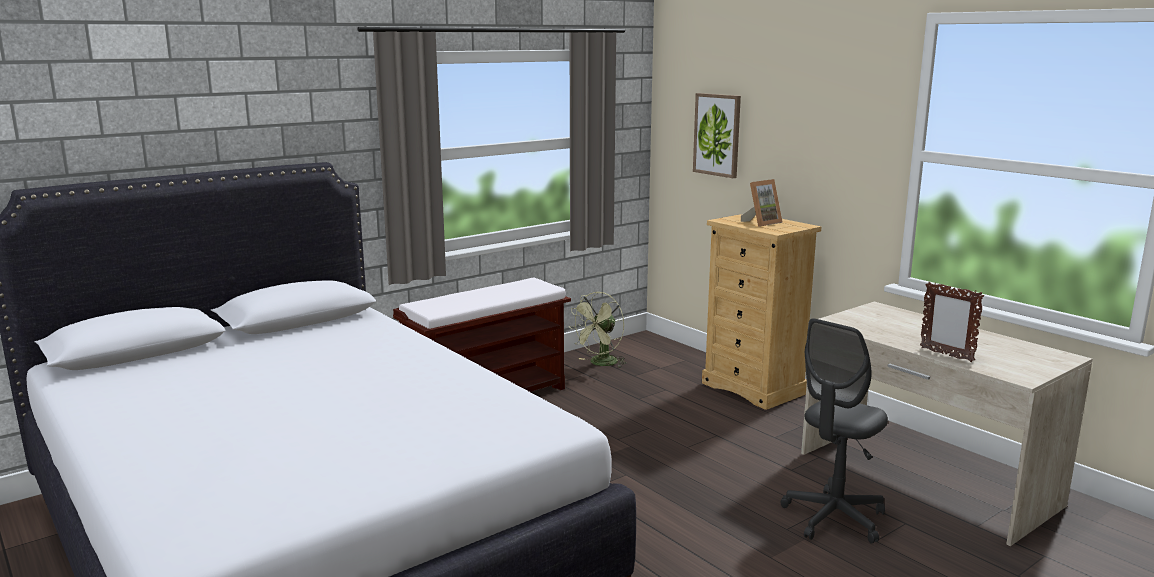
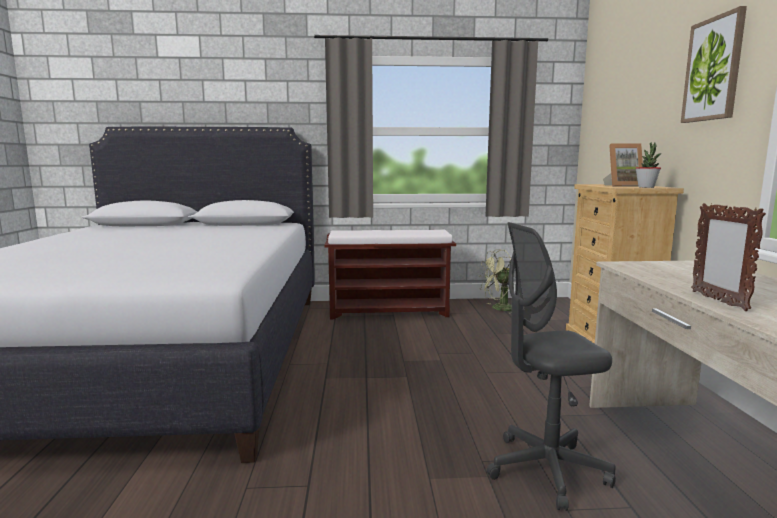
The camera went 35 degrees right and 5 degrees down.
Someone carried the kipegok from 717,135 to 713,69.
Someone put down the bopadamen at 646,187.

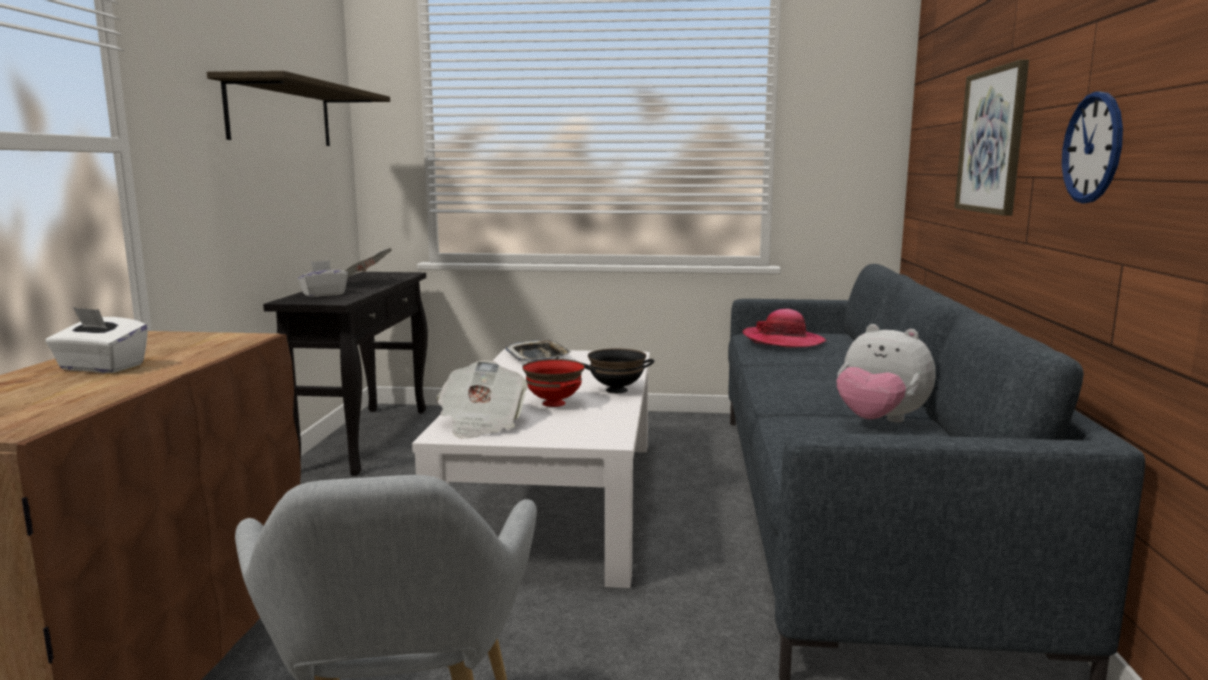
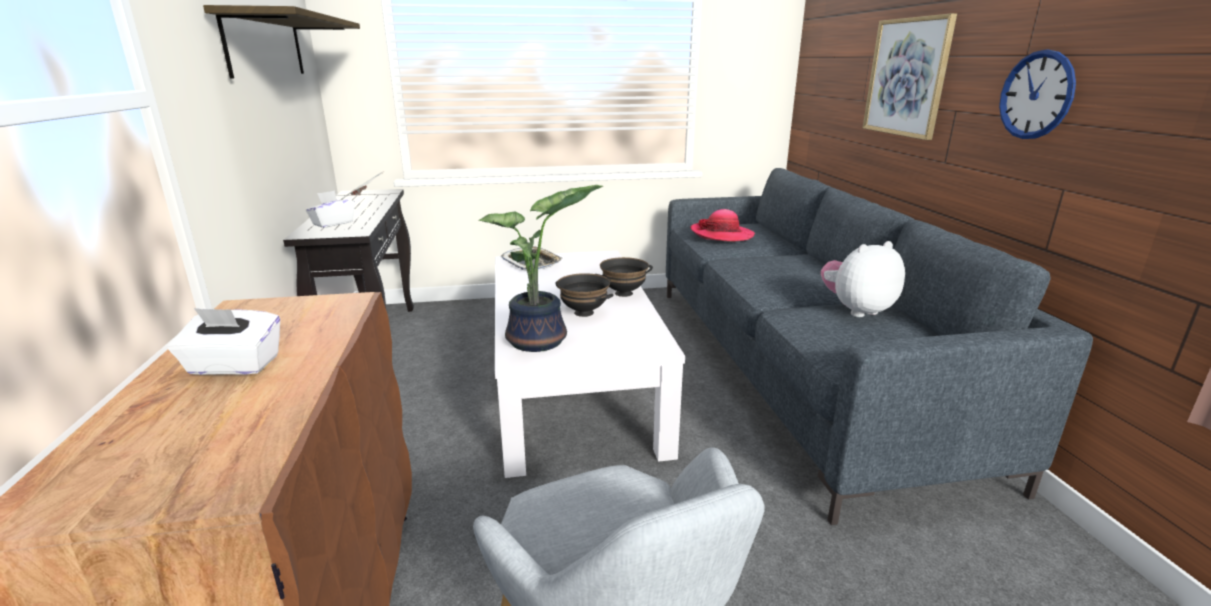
The camera went 15 degrees left and 10 degrees up.
Someone rotated the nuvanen at 879,421 by 135 degrees clockwise.
Someone repainted the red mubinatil at 553,403, which became the black mubinatil at 583,313.
Someone swapped the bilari at 481,423 for the bopadamen at 540,342.

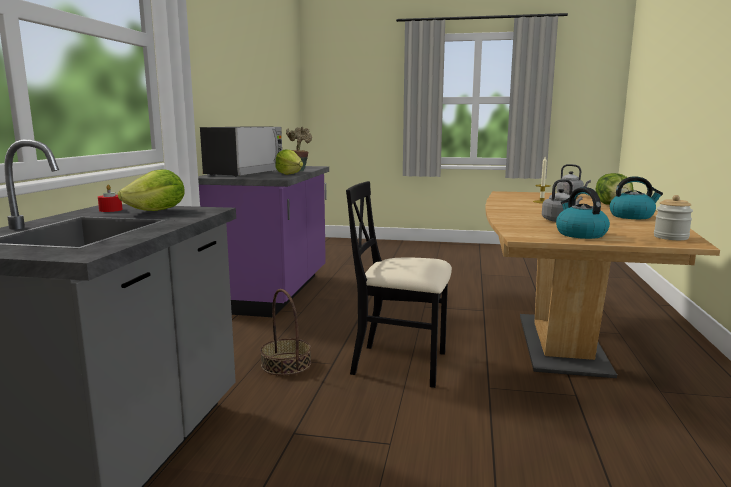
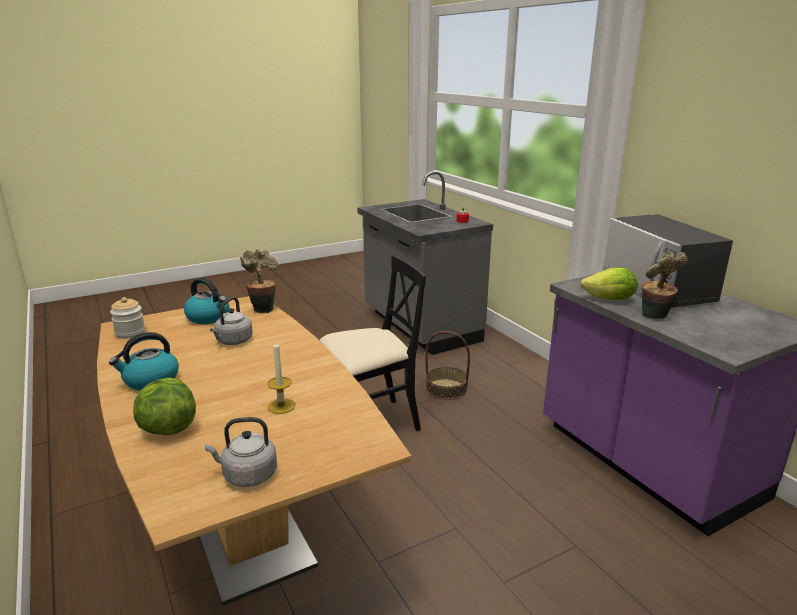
The camera went 140 degrees right and 10 degrees up.
Someone took away the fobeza at 157,211.
Someone put down the bopadamen at 263,308.

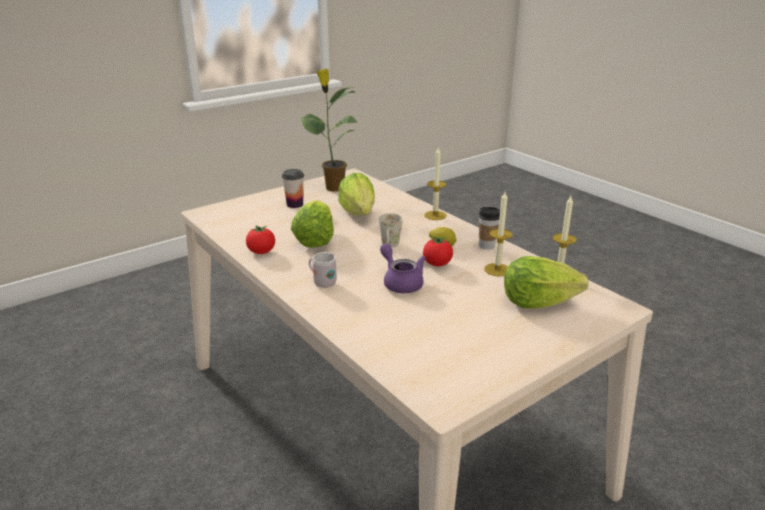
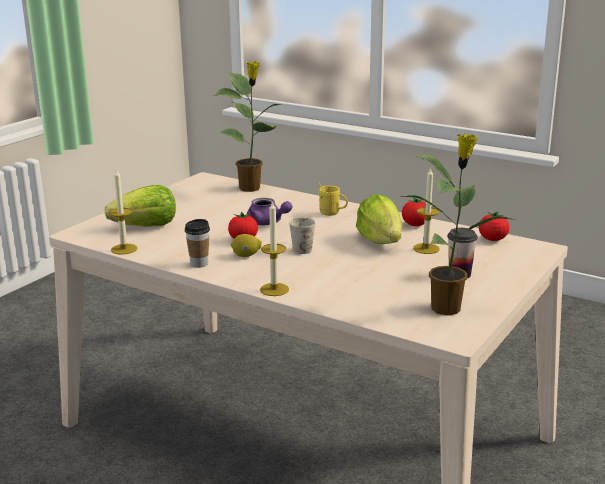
The camera went 160 degrees right and 5 degrees down.
Someone took away the fobeza at 358,213.
Someone carried the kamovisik from 497,270 to 426,248.
Someone repainted the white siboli at 322,282, which became the yellow siboli at 332,214.
Someone put down the bopadamen at 251,188.
Someone put down the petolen at 493,239.

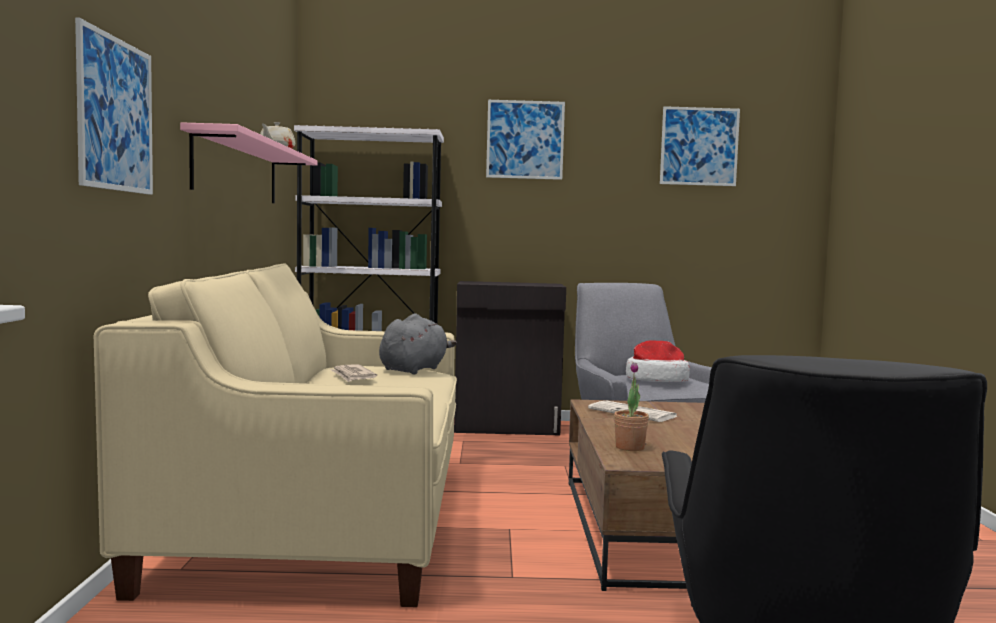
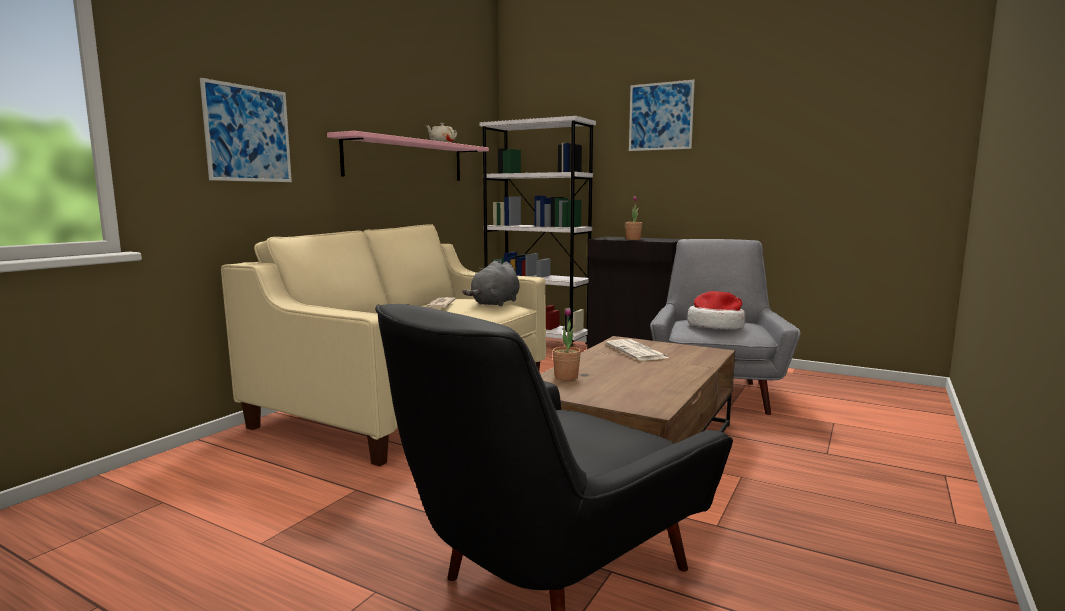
The camera went 30 degrees right and 5 degrees up.
Someone took away the kipegok at 699,146.
Someone rotated the grey nuvanen at 414,369 by 150 degrees clockwise.
Someone put down the bopadamen at 633,239.

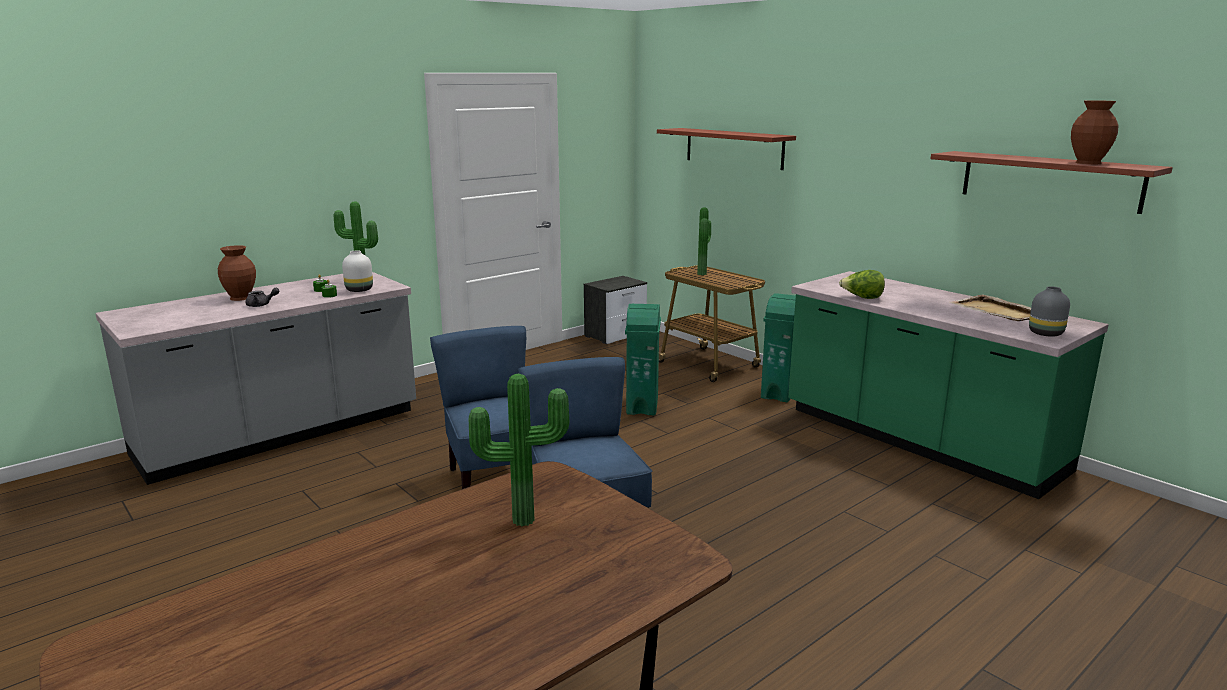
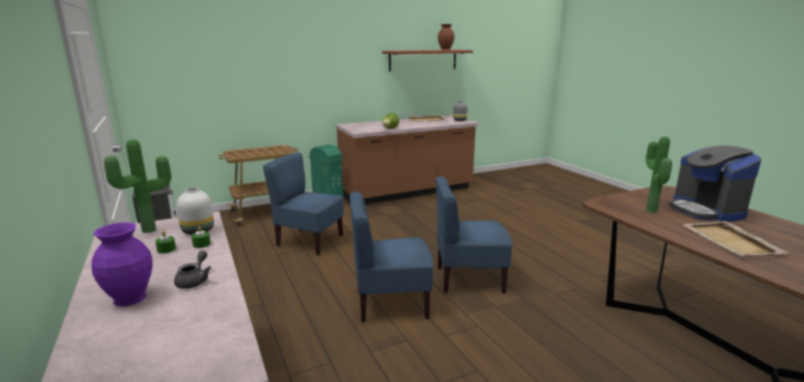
The camera went 75 degrees left and 0 degrees up.
Someone took away the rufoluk at 733,148.
Someone took away the bopadamen at 703,274.
Someone repainted the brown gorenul at 240,297, which became the purple gorenul at 128,298.
Someone repainted the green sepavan at 919,440, which became the brown sepavan at 407,192.
Someone swapped the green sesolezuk at 642,406 for the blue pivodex at 309,241.
Someone put down the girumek at 706,211.
Someone put down the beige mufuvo at 731,241.

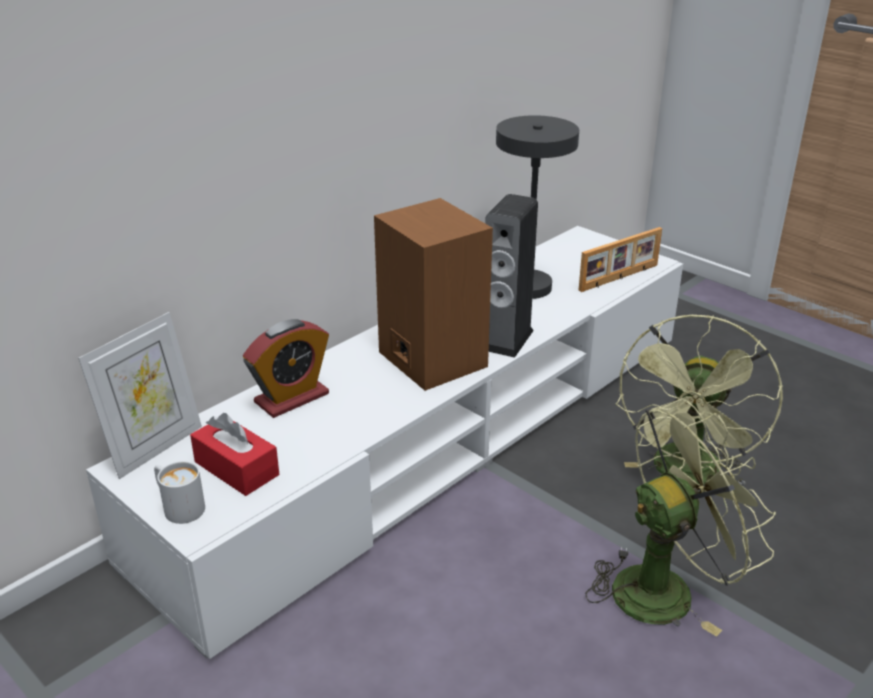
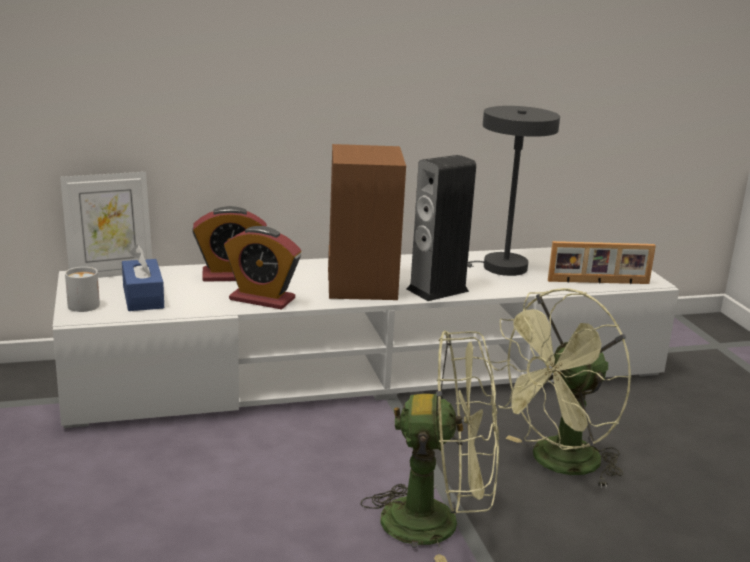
The camera went 30 degrees right and 10 degrees down.
Someone repainted the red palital at 236,468, which became the blue palital at 143,297.
Someone put down the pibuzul at 262,299.

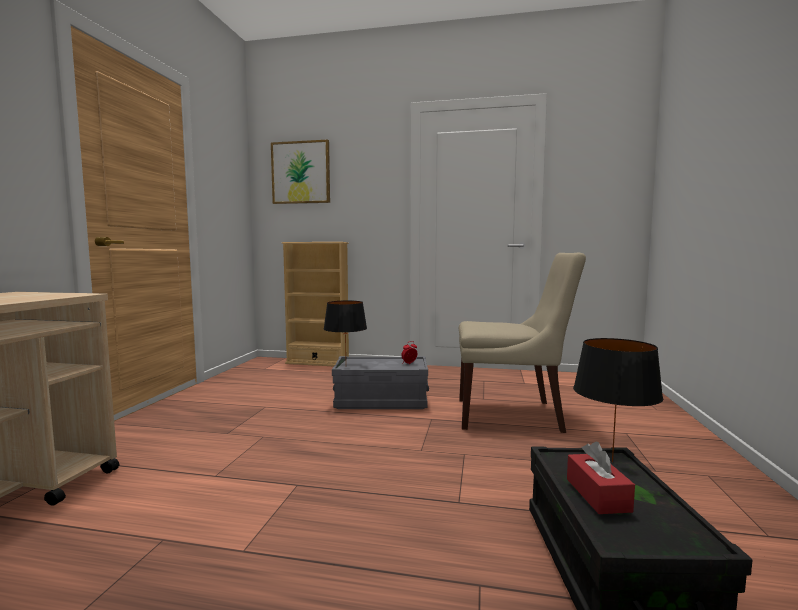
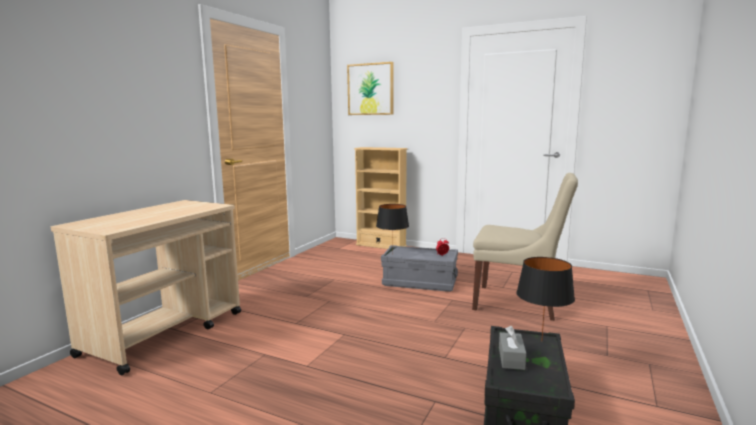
The camera went 15 degrees right and 5 degrees up.
Someone repainted the red palital at 597,495, which became the grey palital at 511,358.

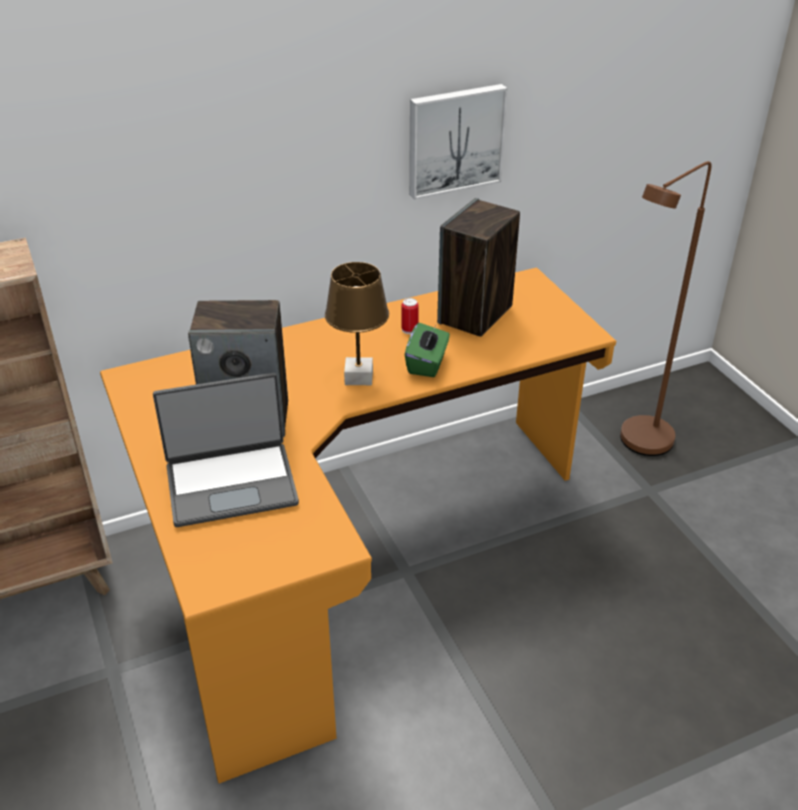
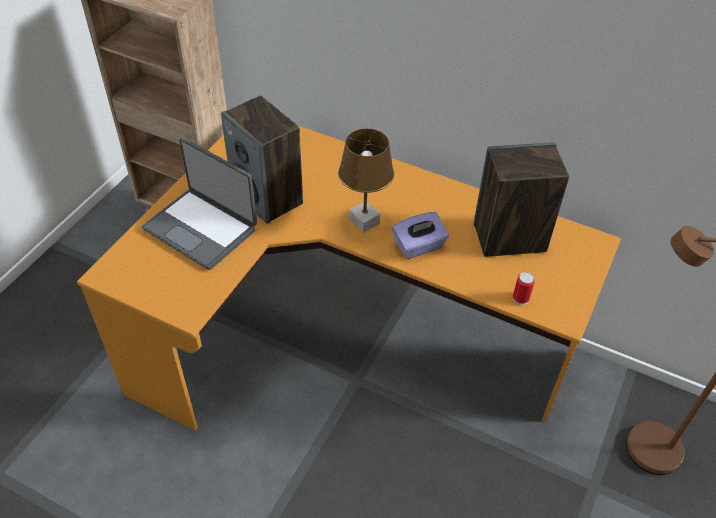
The camera went 50 degrees right and 10 degrees up.
Someone took away the kipegok at 454,140.
Someone carried the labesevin from 409,329 to 520,298.
Someone repainted the green palital at 427,363, which became the purple palital at 419,246.

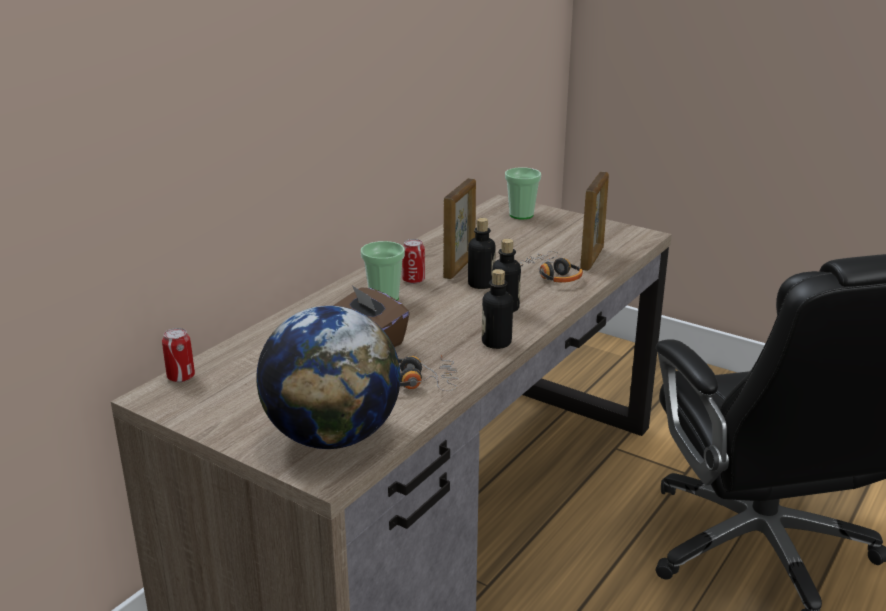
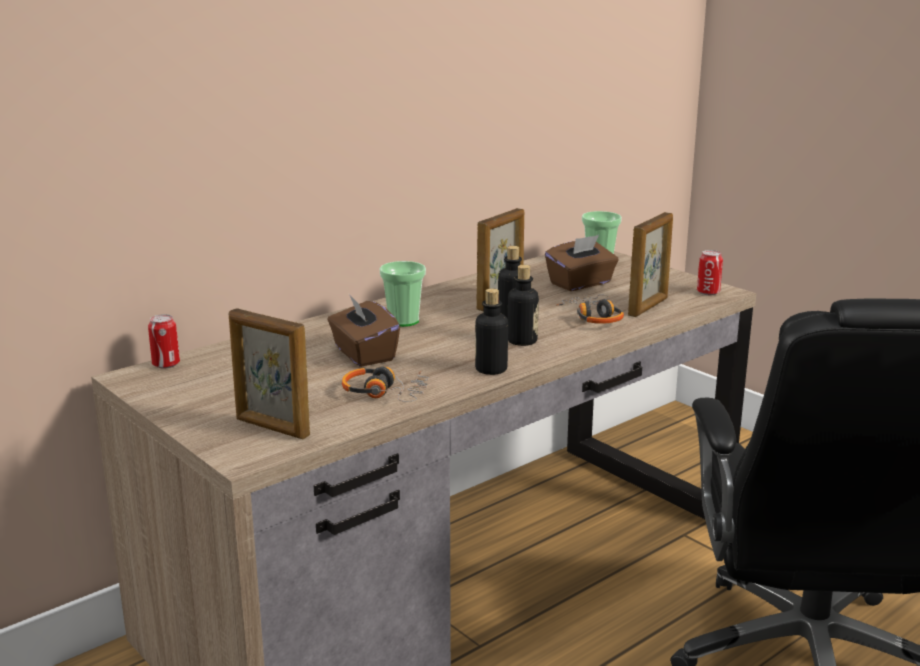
The camera went 15 degrees right and 5 degrees down.
Someone carried the labesevin from 413,280 to 708,292.
Someone swapped the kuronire at 333,436 for the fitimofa at 272,428.
Someone put down the brown palital at 581,283.

